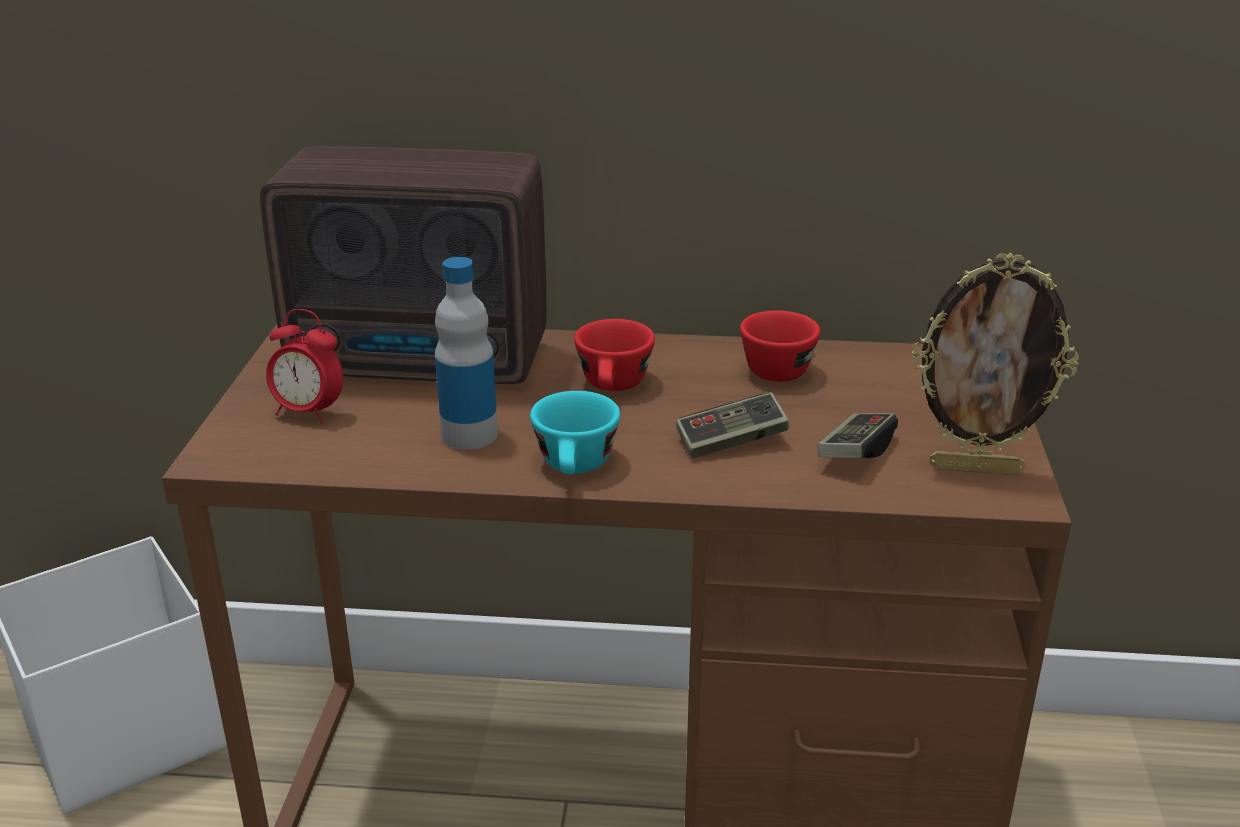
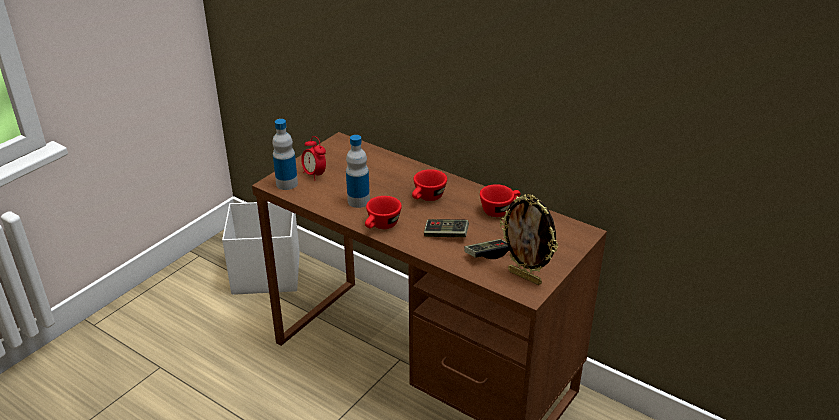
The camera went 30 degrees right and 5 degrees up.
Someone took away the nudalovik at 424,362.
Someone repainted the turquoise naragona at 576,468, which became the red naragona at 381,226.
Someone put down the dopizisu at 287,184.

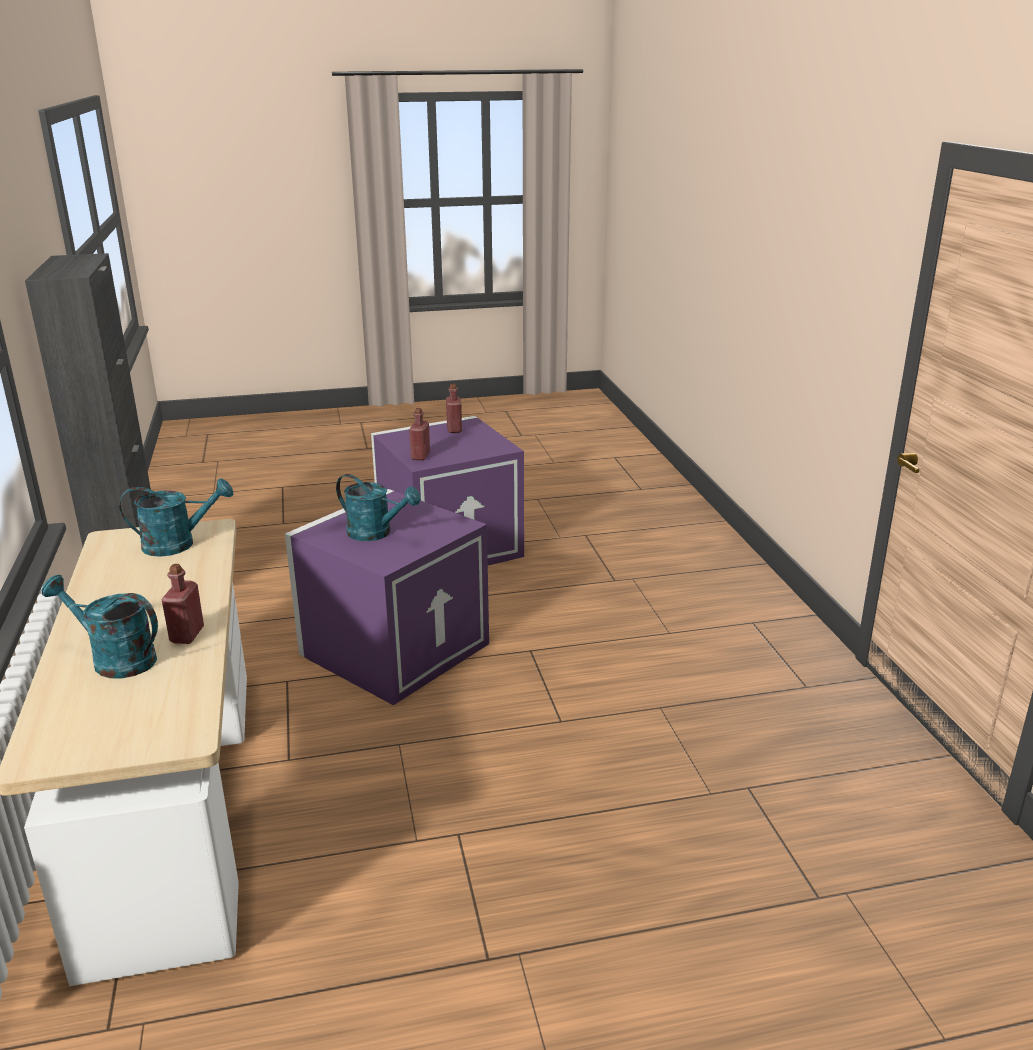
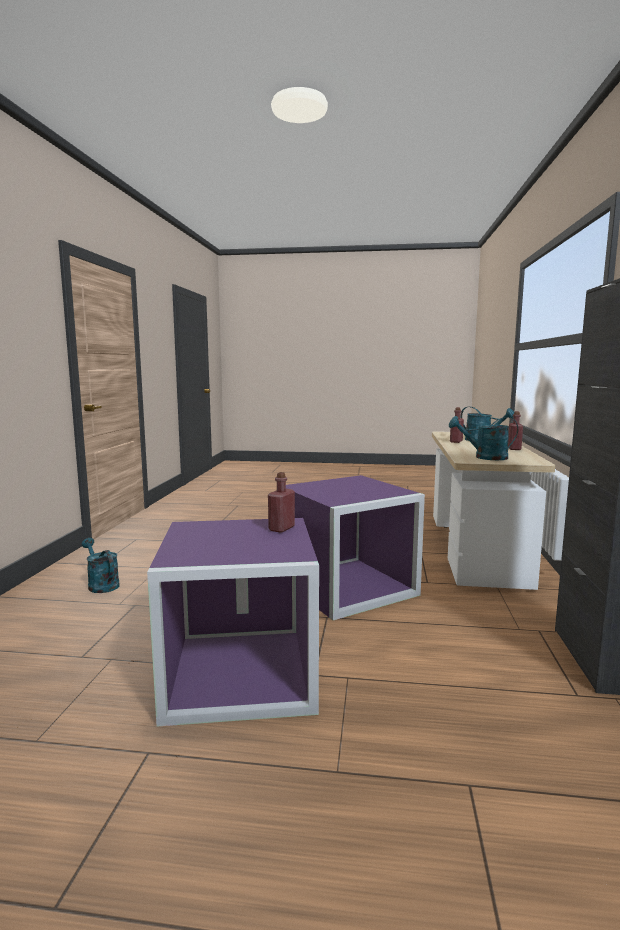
The camera went 160 degrees left and 15 degrees down.
Someone carried the red dopizisu from 454,429 to 514,449.
Someone carried the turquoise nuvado from 376,533 to 101,584.

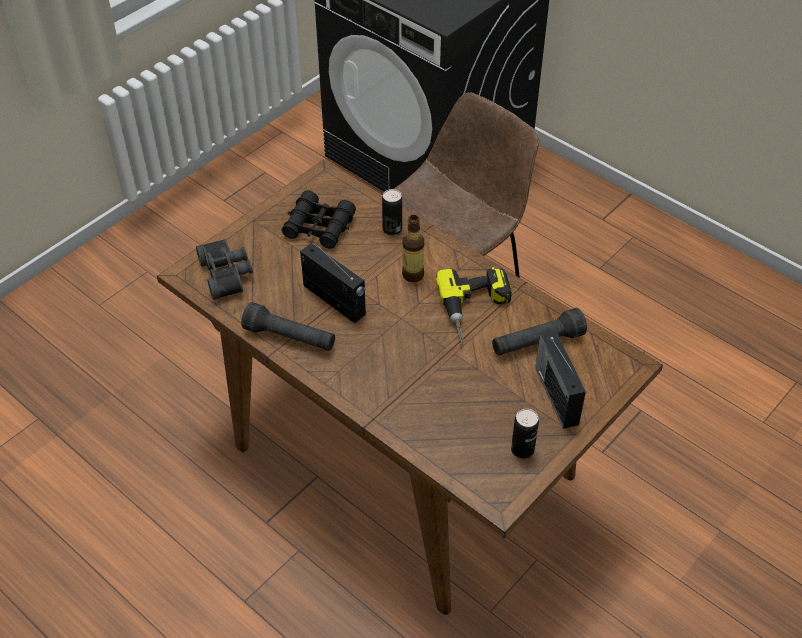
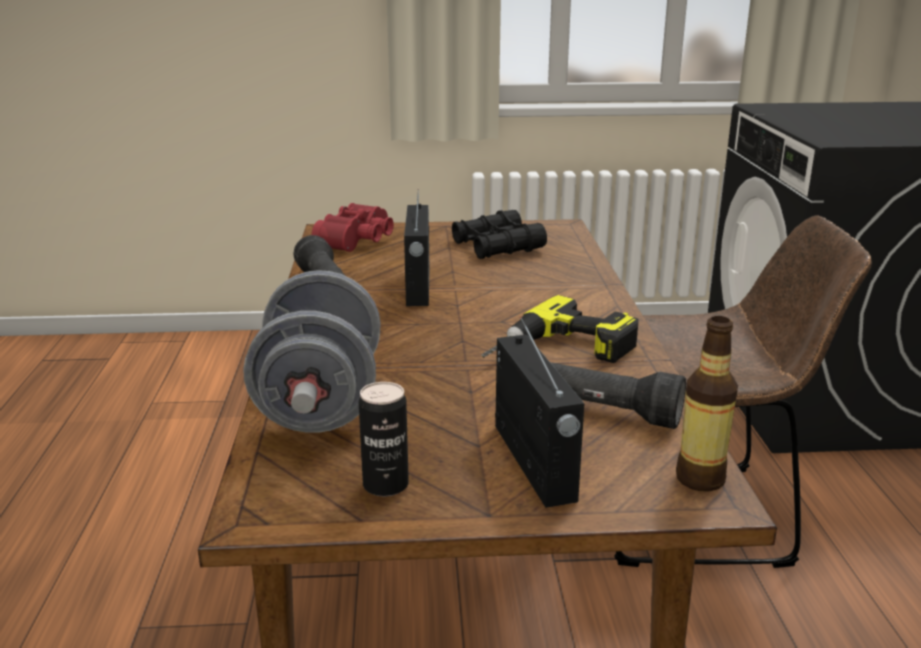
The camera went 45 degrees right and 25 degrees down.
Someone took away the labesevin at 392,229.
Someone carried the dopizisu from 413,275 to 700,479.
Someone repainted the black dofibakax at 227,274, which became the red dofibakax at 359,241.
Someone rotated the nudalovik at 556,394 by 135 degrees clockwise.
Someone put down the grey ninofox at 320,403.

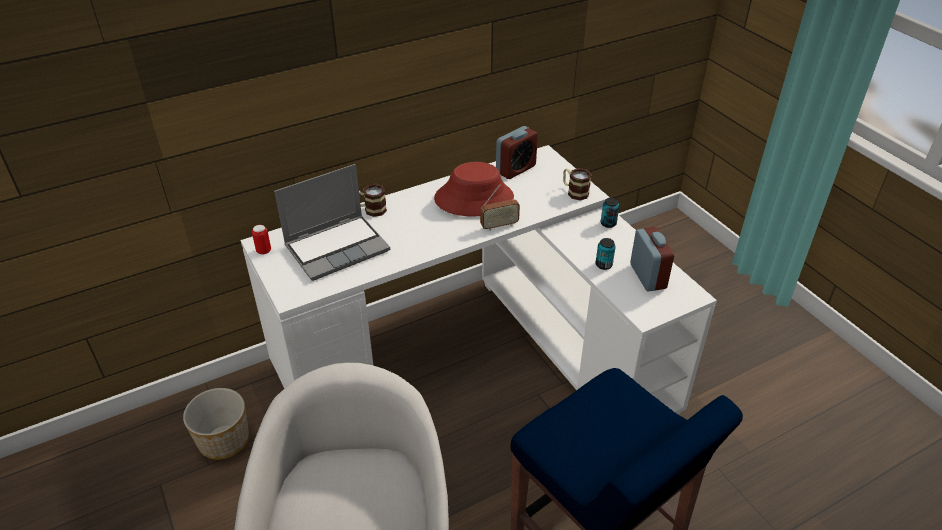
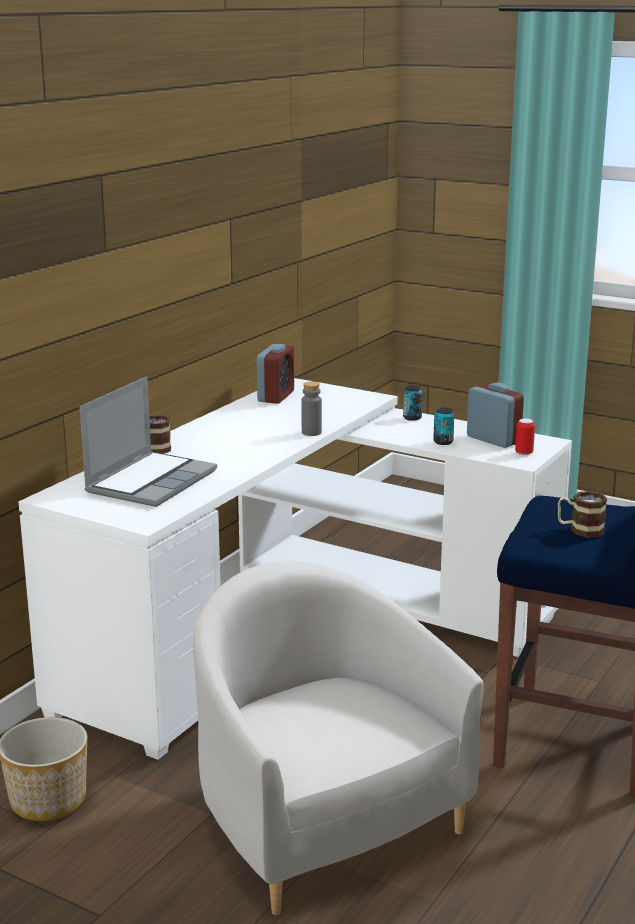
The camera went 30 degrees left and 20 degrees down.
Someone took away the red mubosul at 474,198.
Someone carried the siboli from 574,192 to 580,530.
Someone swapped the nudalovik at 499,225 for the grey dopizisu at 311,432.
Someone carried the labesevin from 264,251 to 524,453.

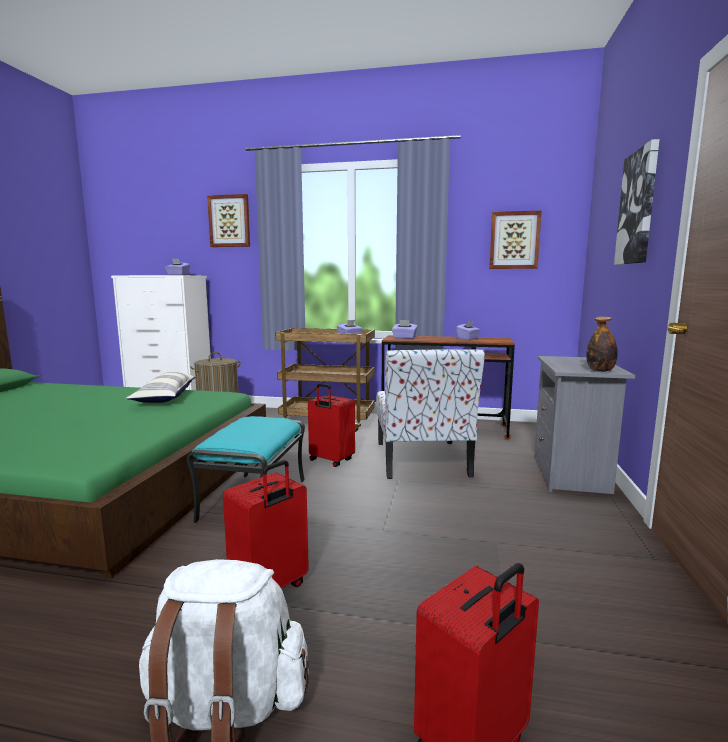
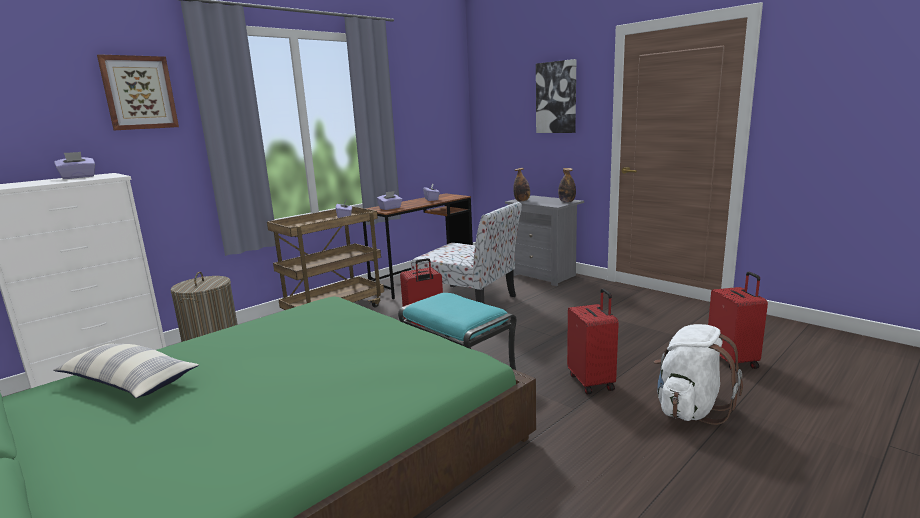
The camera went 55 degrees left and 5 degrees up.
Someone took away the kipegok at 514,240.
Someone carried the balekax from 165,397 to 128,382.
Someone put down the dopizisu at 522,201.

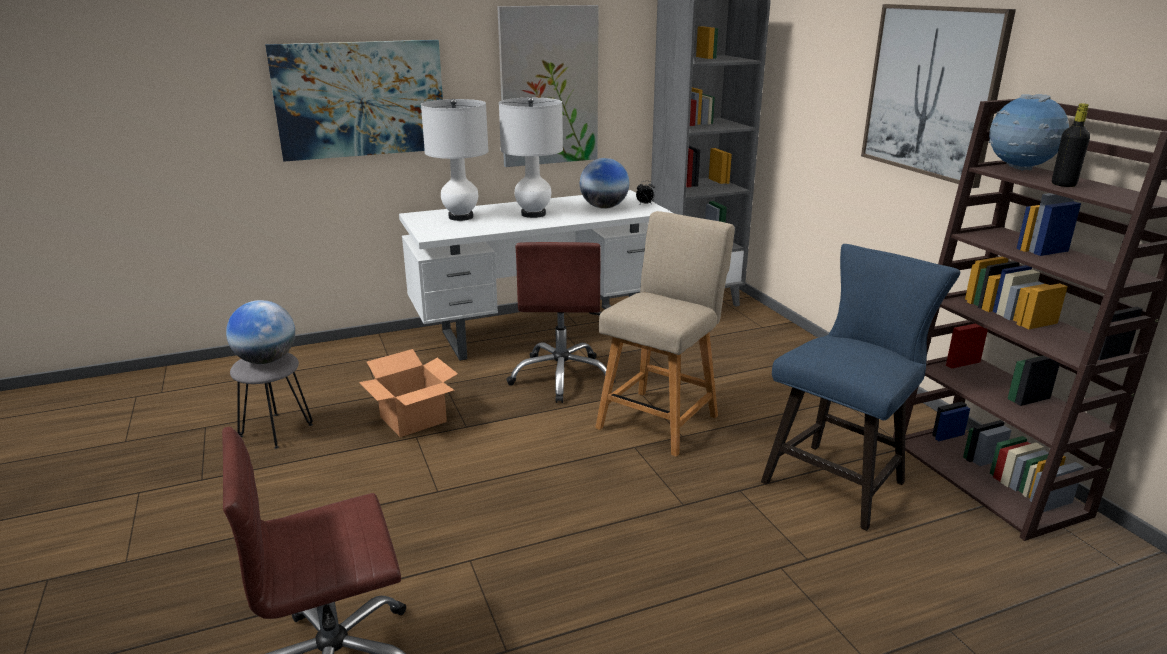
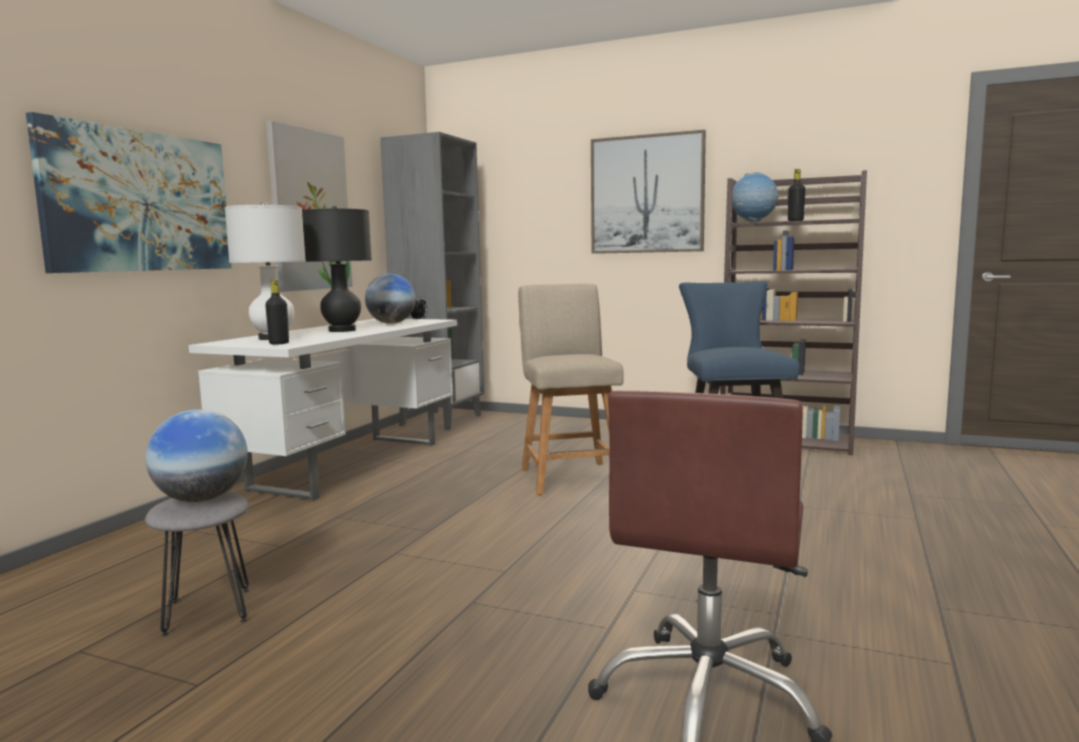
The camera went 45 degrees left and 15 degrees down.
Someone repainted the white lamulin at 533,214, which became the black lamulin at 342,330.
Someone took away the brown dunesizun at 562,377.
Someone took away the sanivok at 414,419.
Someone put down the black dopizisu at 279,343.

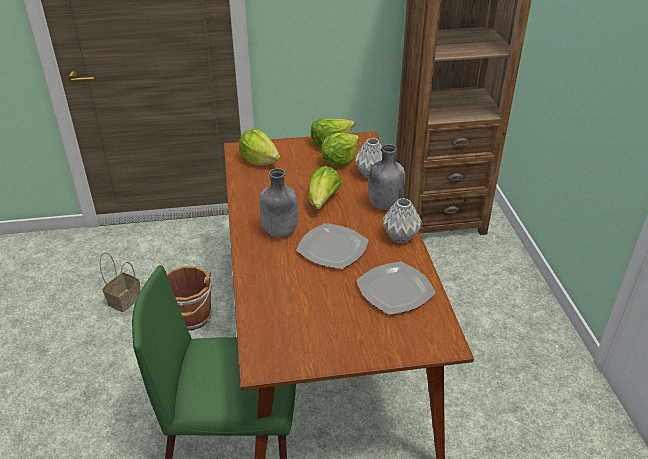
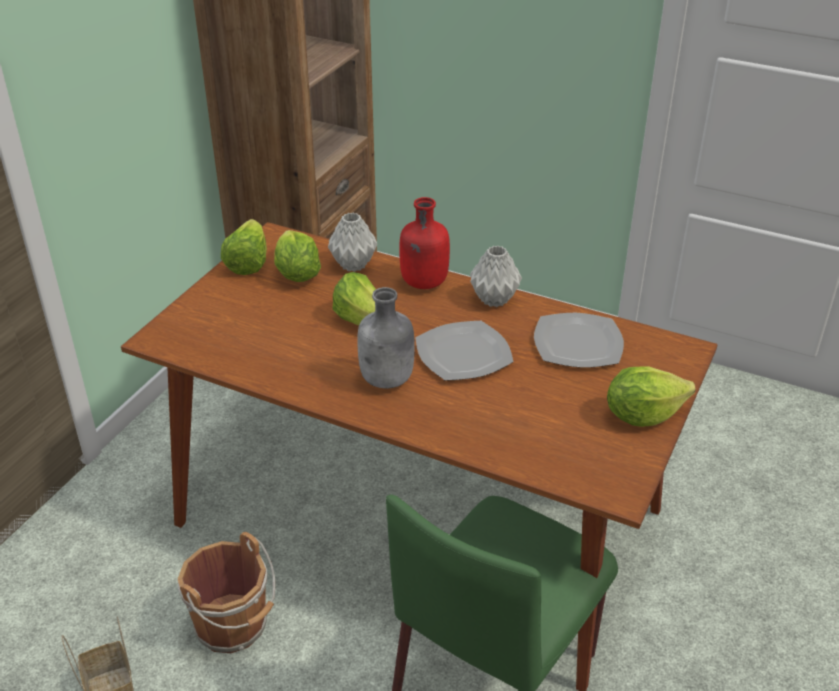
The camera went 55 degrees left and 0 degrees up.
Someone carried the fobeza from 259,160 to 642,415.
Someone repainted the grey dopizisu at 384,205, which became the red dopizisu at 423,283.

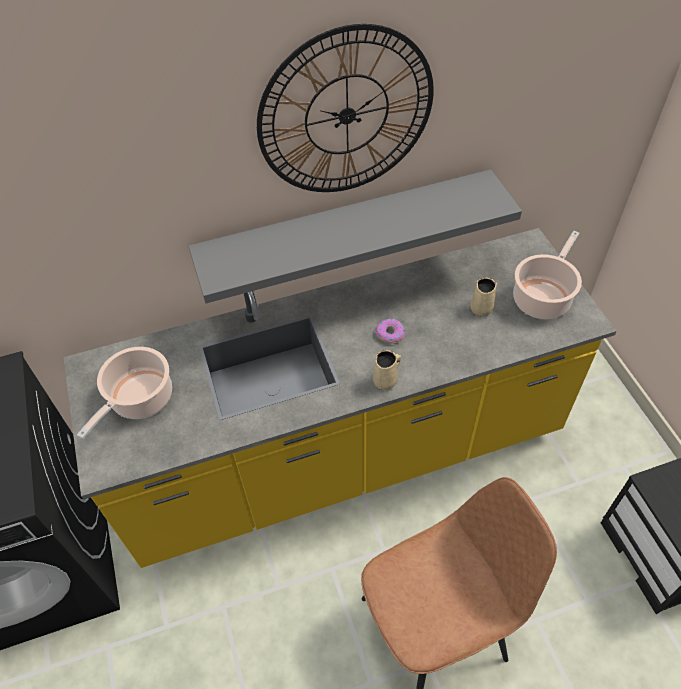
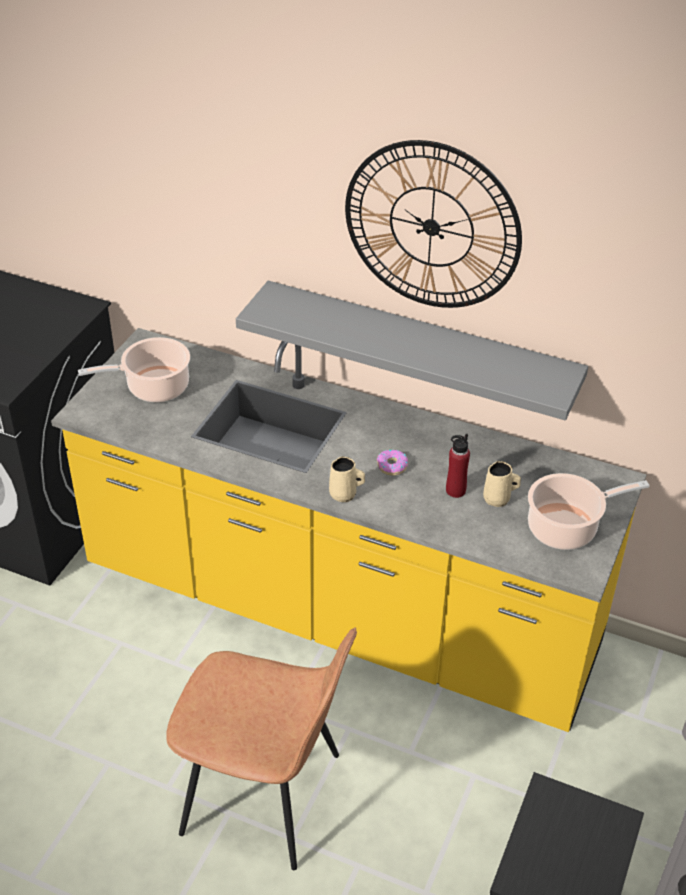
The camera went 40 degrees right and 10 degrees down.
Someone put down the red dopizisu at 455,490.

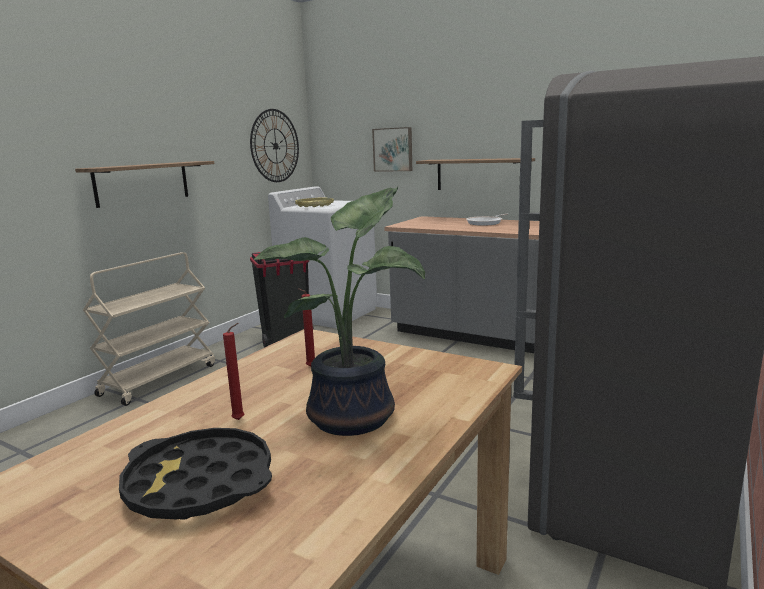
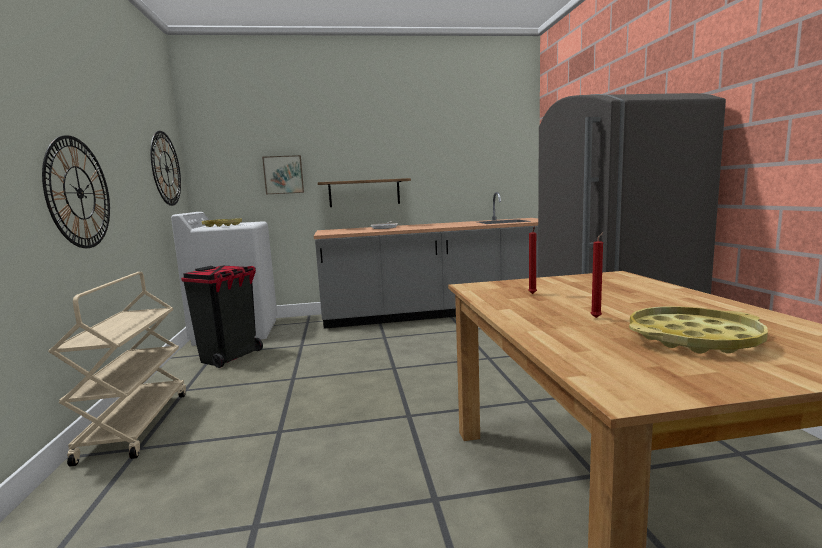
The camera went 40 degrees left and 5 degrees down.
Someone swapped the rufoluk at 142,183 for the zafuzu at 79,193.
Someone took away the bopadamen at 357,417.
Someone repainted the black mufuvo at 199,483, which became the yellow mufuvo at 693,338.

